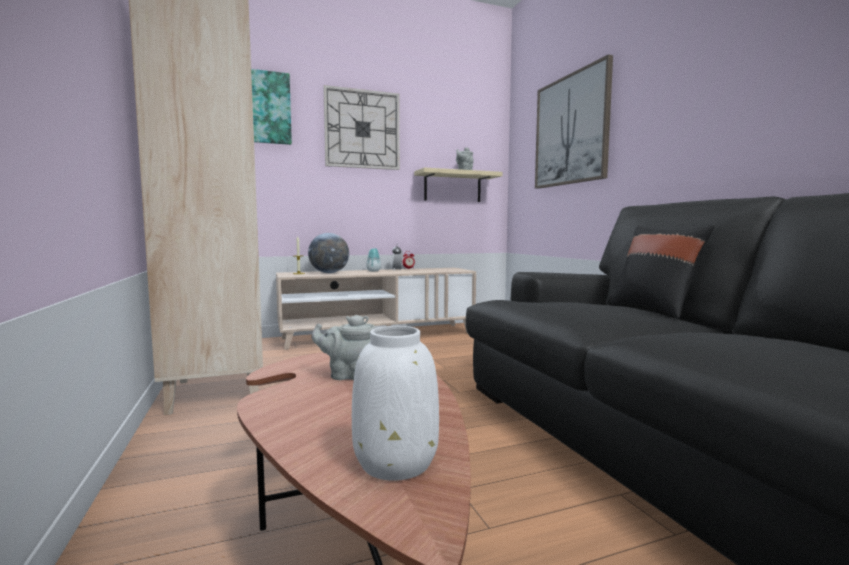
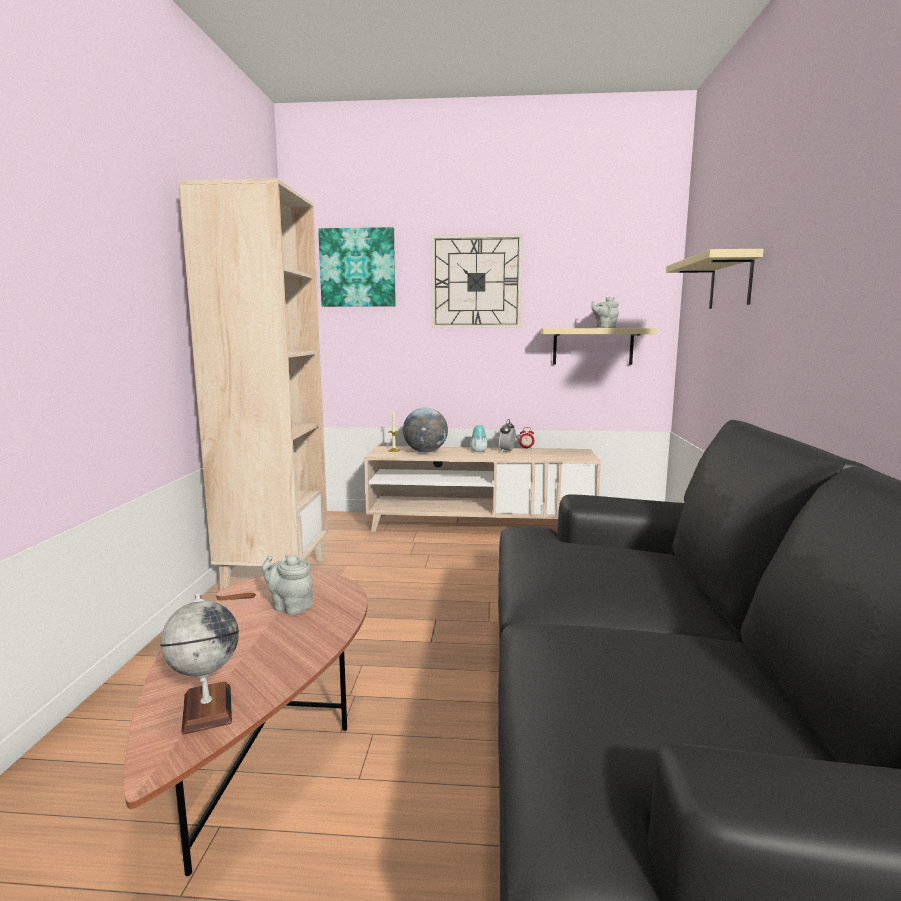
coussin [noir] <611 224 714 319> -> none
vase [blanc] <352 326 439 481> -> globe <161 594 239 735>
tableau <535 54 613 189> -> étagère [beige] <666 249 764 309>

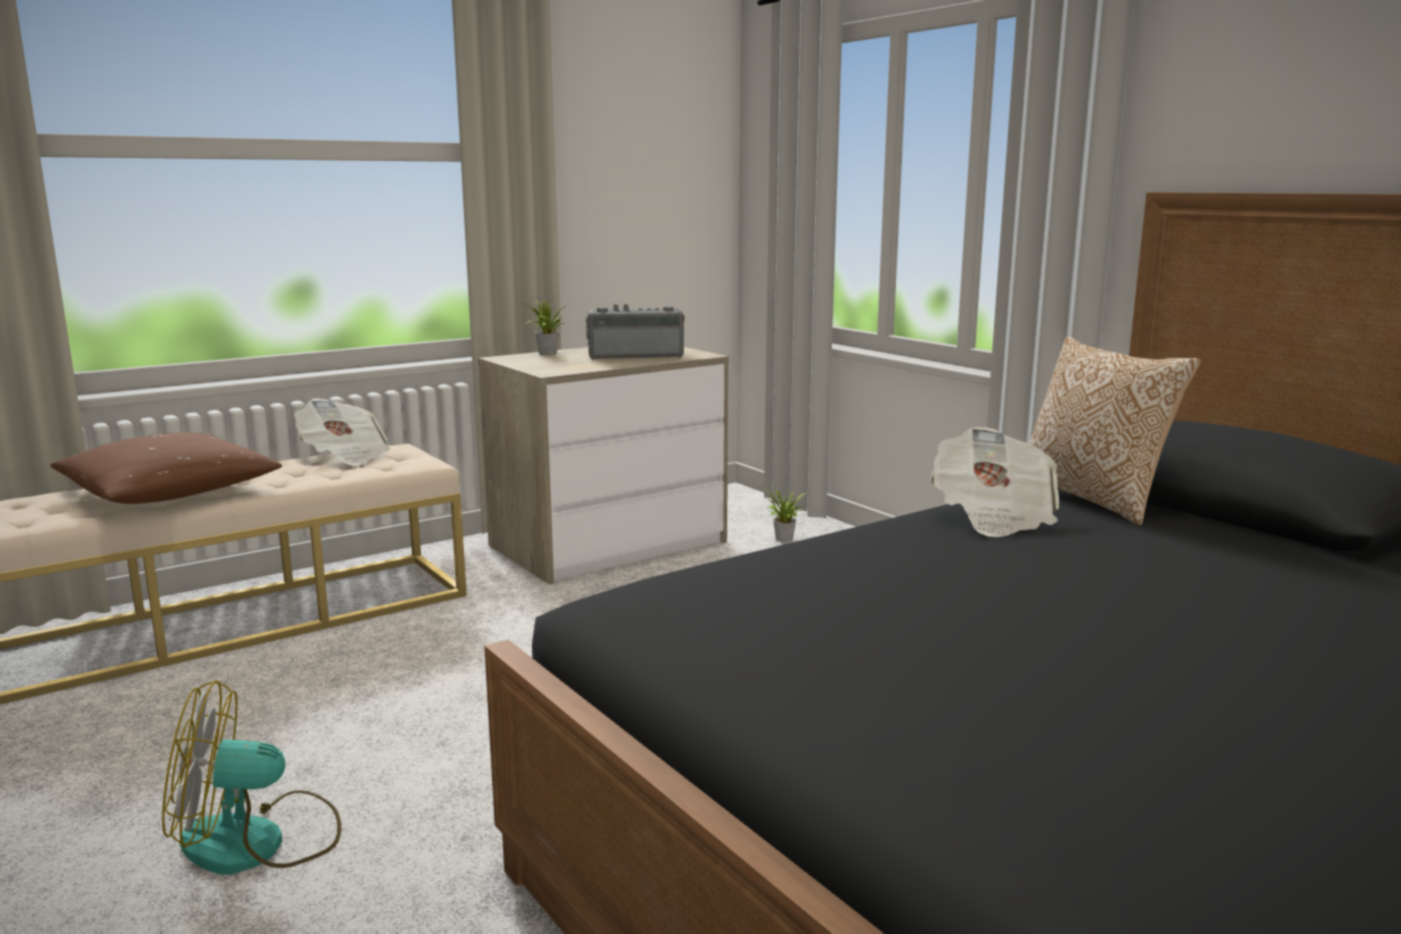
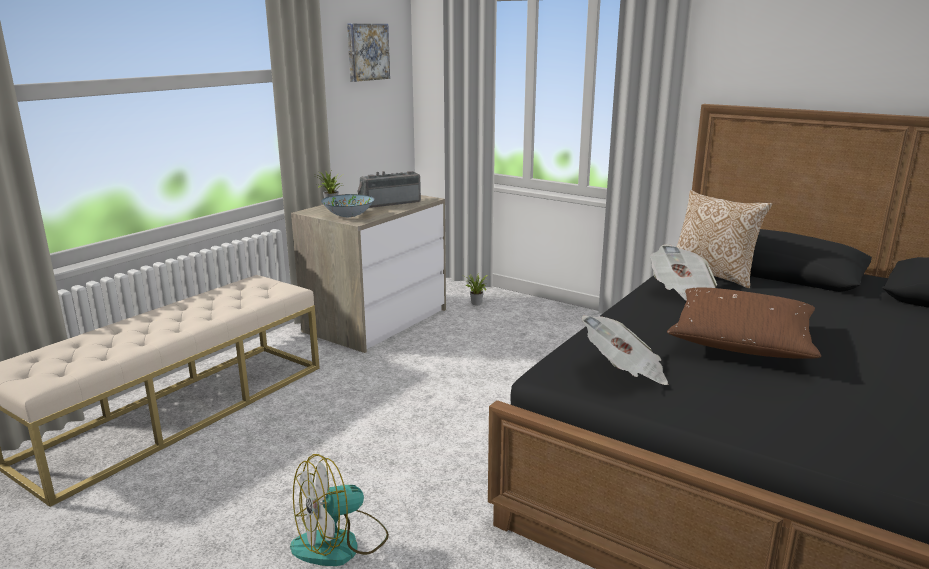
none -> bol <321 194 374 217>
none -> tableau <347 24 390 82>
coussin [marron] <50 432 282 504> -> coussin [marron] <667 287 821 359>, relocated
journal <294 399 390 466> -> journal <582 315 669 385>, relocated

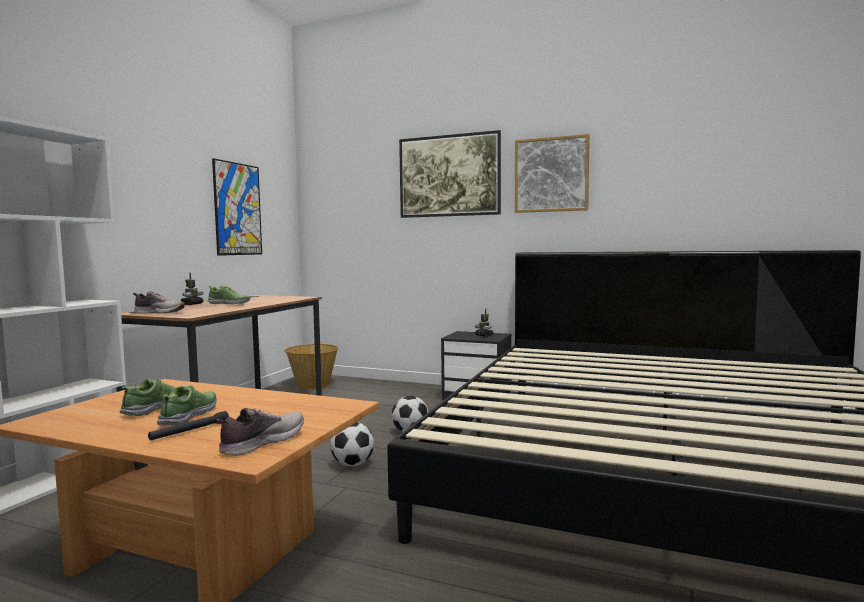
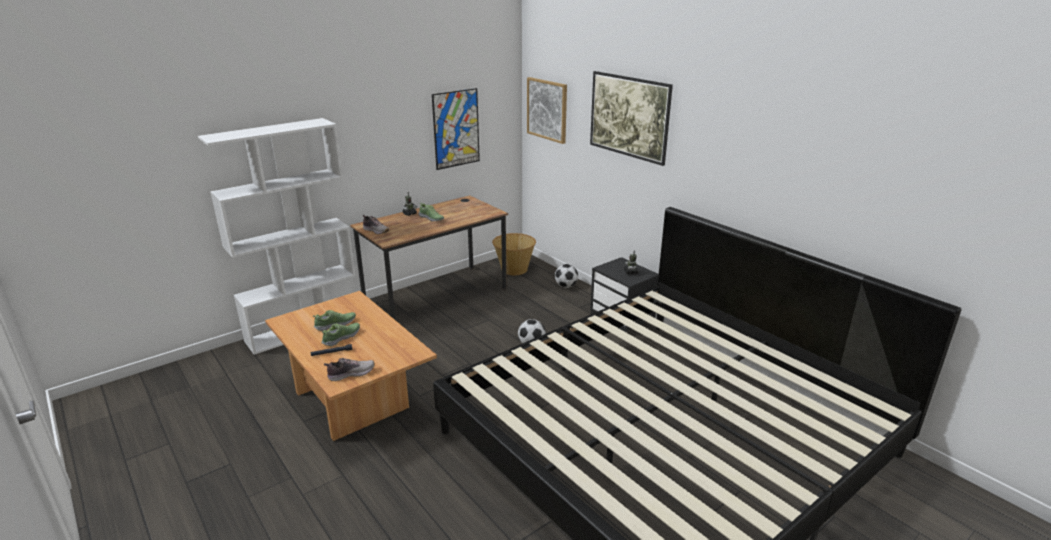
ballon de foot <330 422 374 466> -> ballon de foot <555 264 578 288>, relocated
tableau <515 134 590 213> -> tableau <527 77 567 144>, relocated

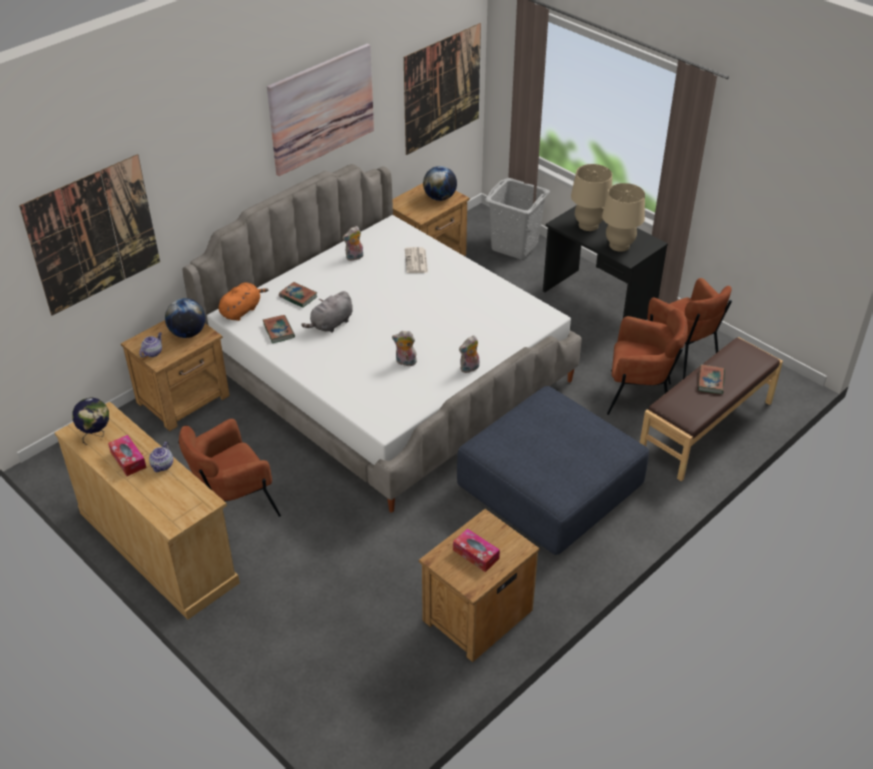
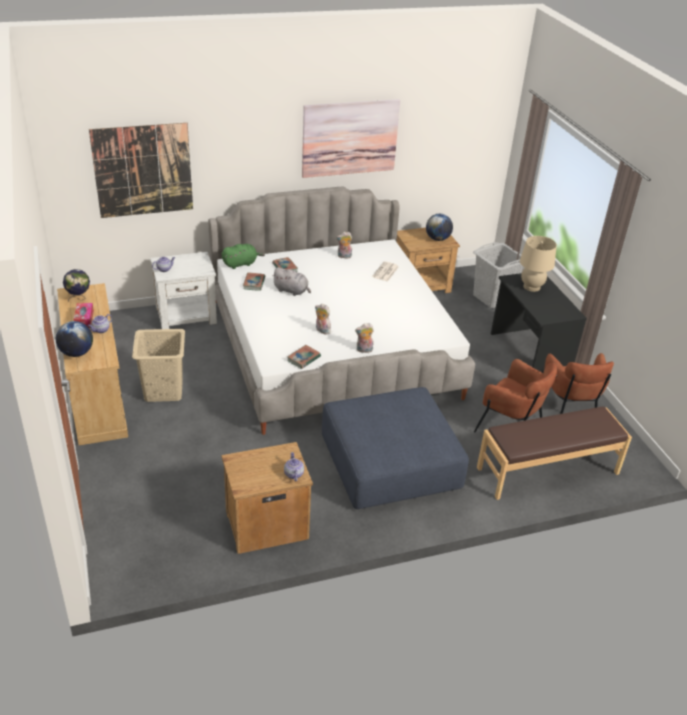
tableau <404 23 481 155> -> none
boîte à mouchoirs <453 528 500 572> -> none
lampe de table [beige] <602 183 645 252> -> none
none -> théière <284 452 304 481>
globe <165 298 205 338> -> globe <56 321 93 357>, relocated
livre <698 365 725 394> -> livre <287 345 321 369>, relocated
fauteuil [marron] <178 419 281 517> -> panier à linge [beige] <132 329 185 402>
table de chevet [marron] <121 320 230 431> -> table de chevet [blanc] <150 252 217 329>
peluche [orange] <218 282 268 321> -> peluche [vert] <222 244 265 269>
peluche [gris] <301 291 353 333> -> peluche [gris] <272 267 311 296>, 135 degrees counterclockwise

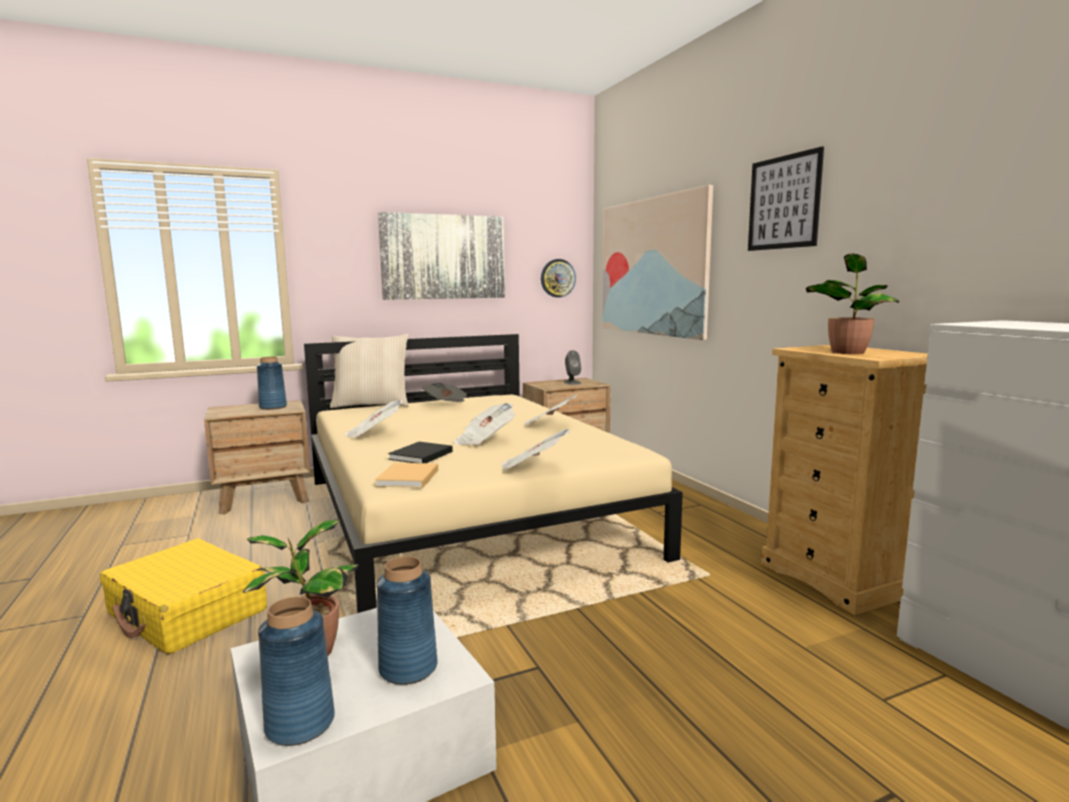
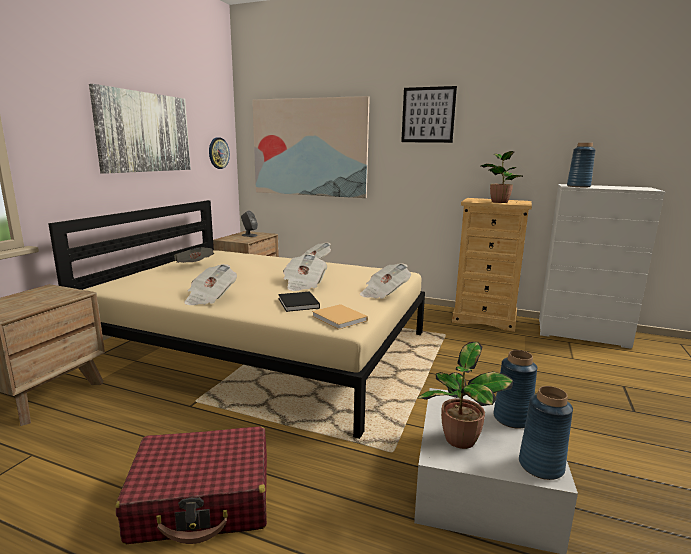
coussin [beige] <330 334 409 408> -> none
vase [bleu] <257 357 287 410> -> vase [bleu] <567 143 596 187>, relocated
valise [jaune] <100 539 267 654> -> valise [rouge] <115 426 267 544>

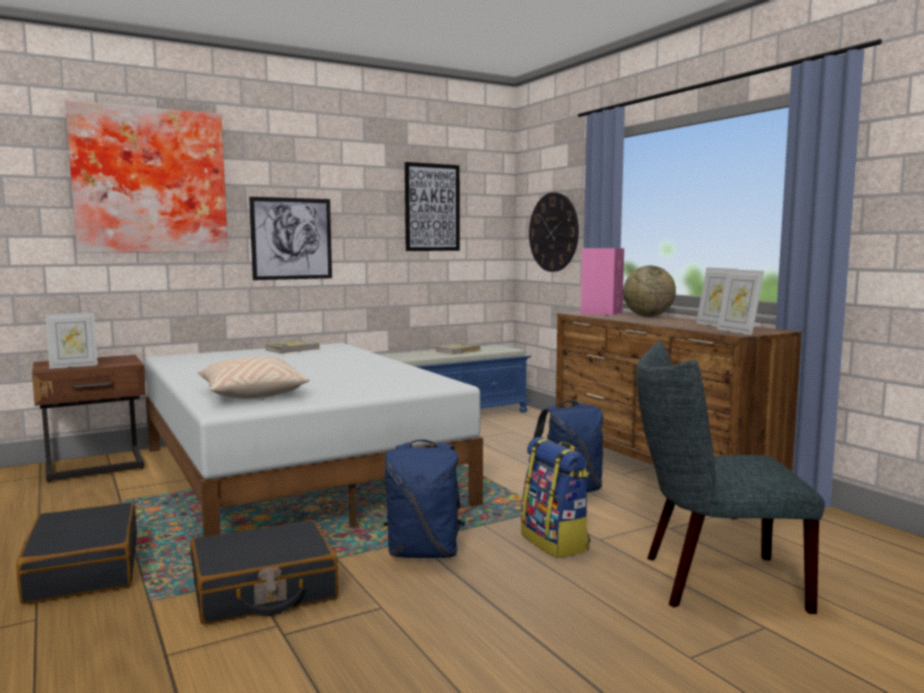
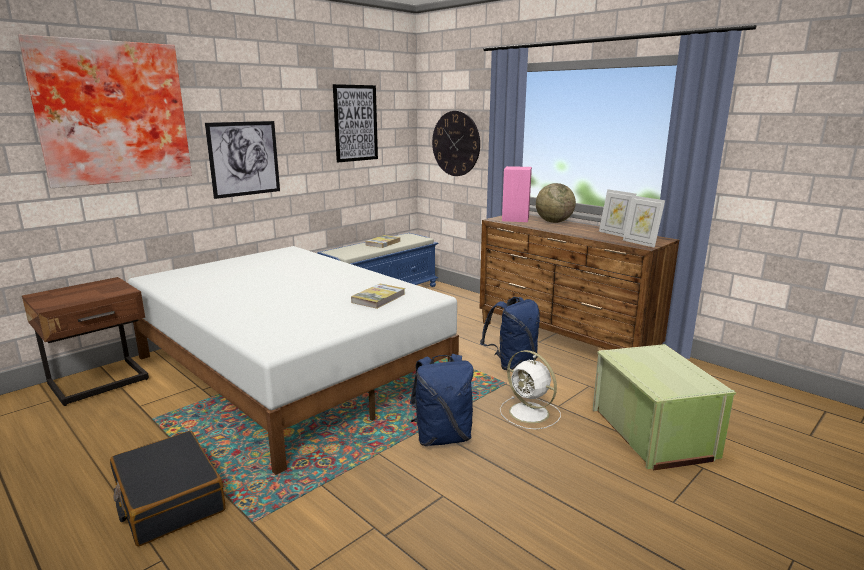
cadre photo <45 313 98 369> -> none
valise [noir] <190 520 338 624> -> none
coussin [beige] <198 357 310 399> -> none
livre <265 340 320 354> -> livre <351 284 405 309>, relocated
sac à dos <521 437 590 558> -> ventilateur [blanc] <500 350 561 430>
chaise [gris] <636 341 825 614> -> boîte de rangement [vert] <593 344 736 471>

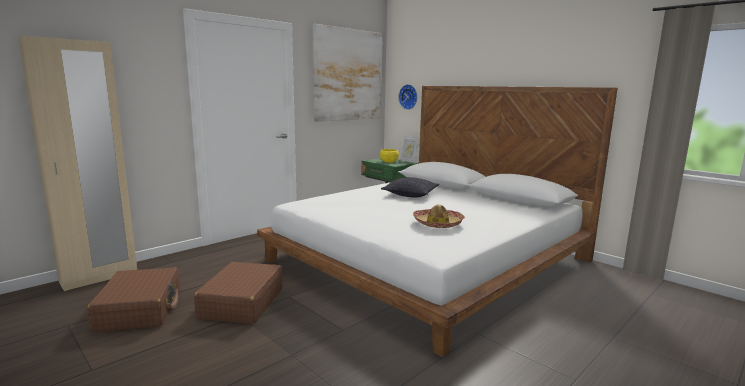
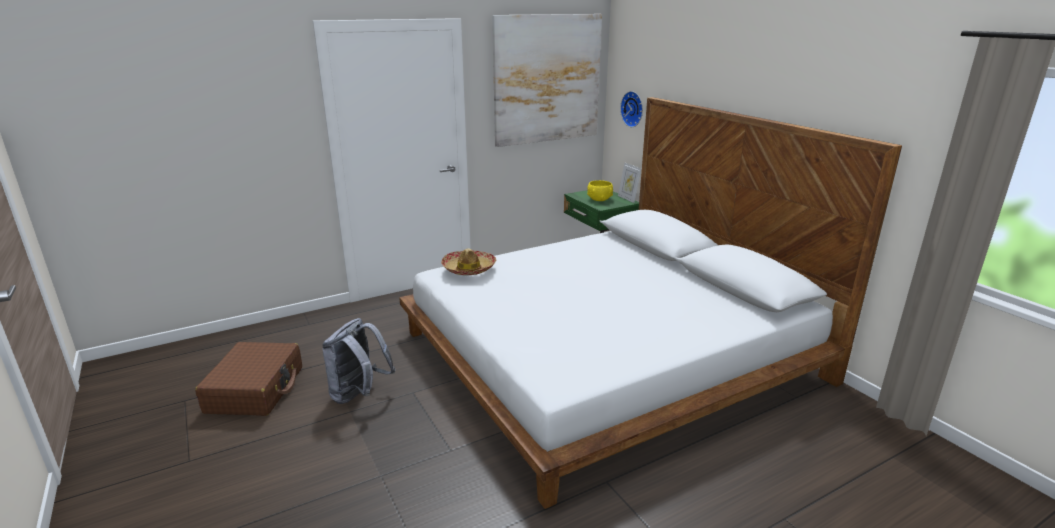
armoire [beige] <18 36 137 291> -> none
coussin <381 177 439 198> -> none
chapeau <413 204 465 228> -> chapeau <441 249 496 275>, relocated
valise [marron] <194 262 283 324> -> sac à dos [gris] <322 318 396 404>

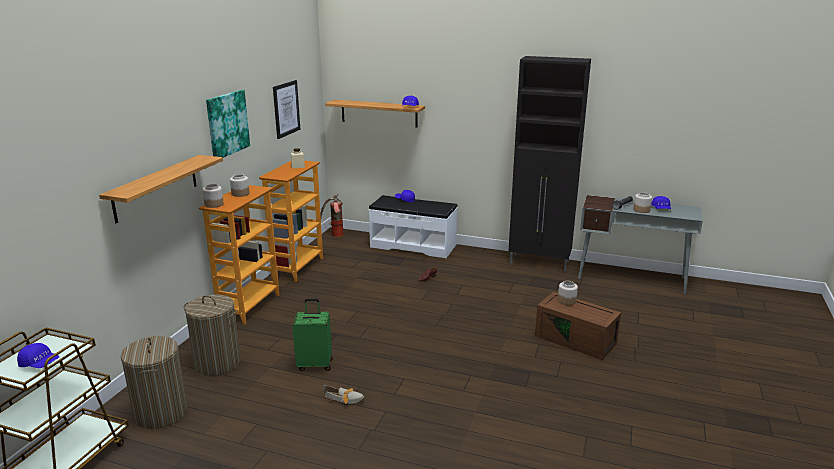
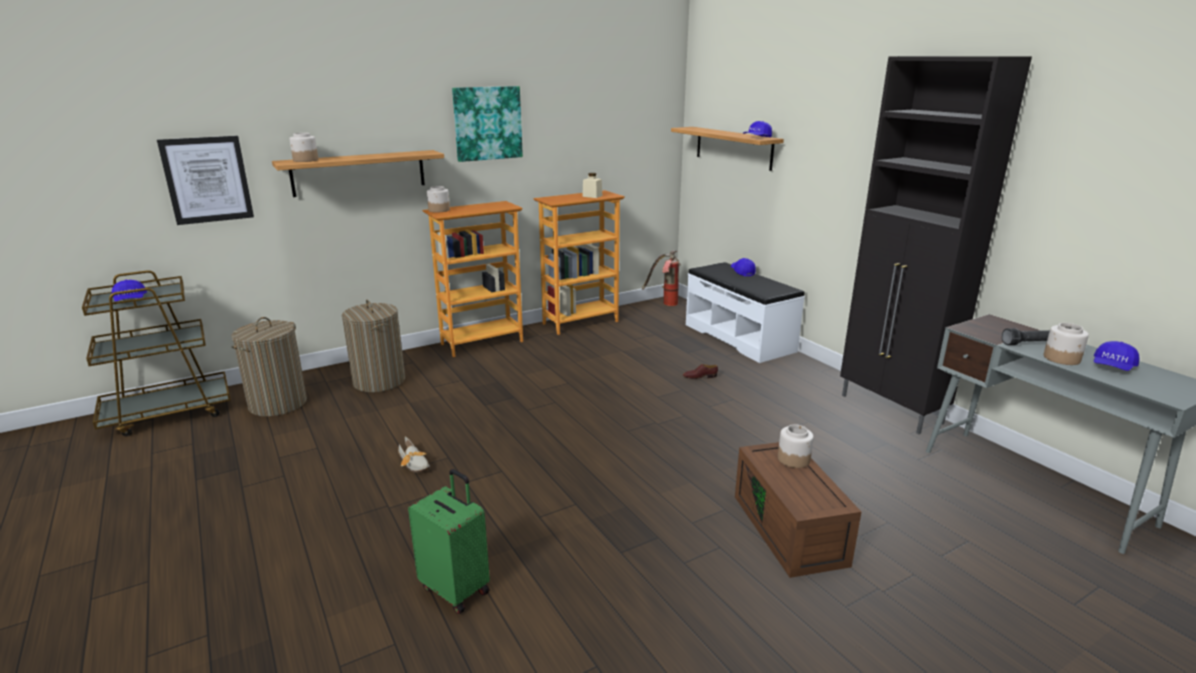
bocal <230 174 250 197> -> bocal <289 133 318 162>, relocated
tableau <273 80 300 139> -> tableau <157 136 254 225>, relocated
valise [vert] <292 298 333 371> -> valise [vert] <408 469 490 614>, relocated

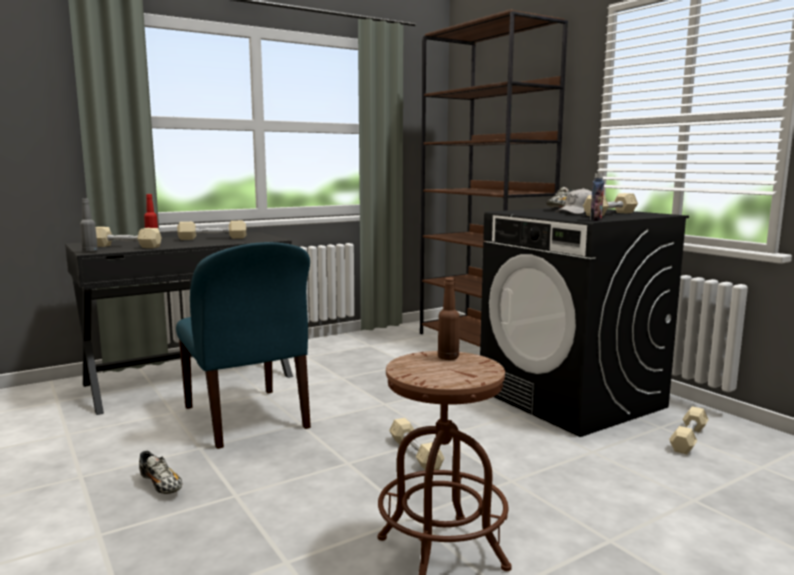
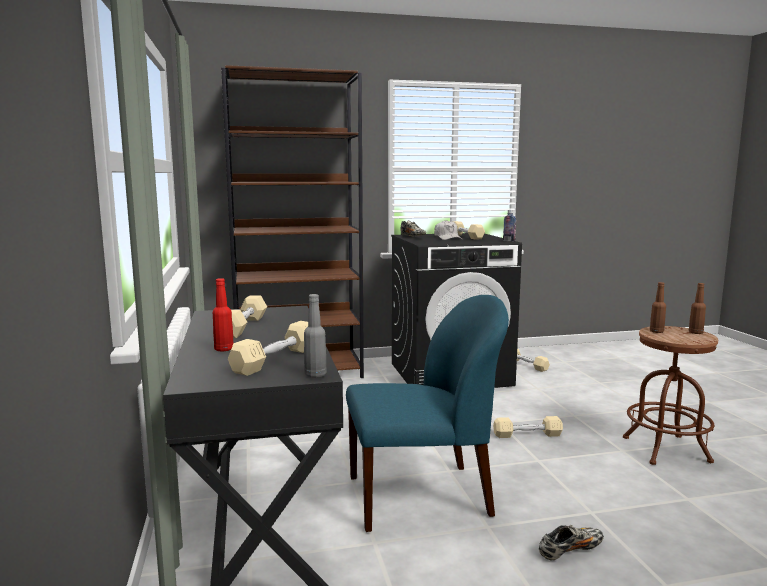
none -> bouteille [marron] <689 283 706 334>

